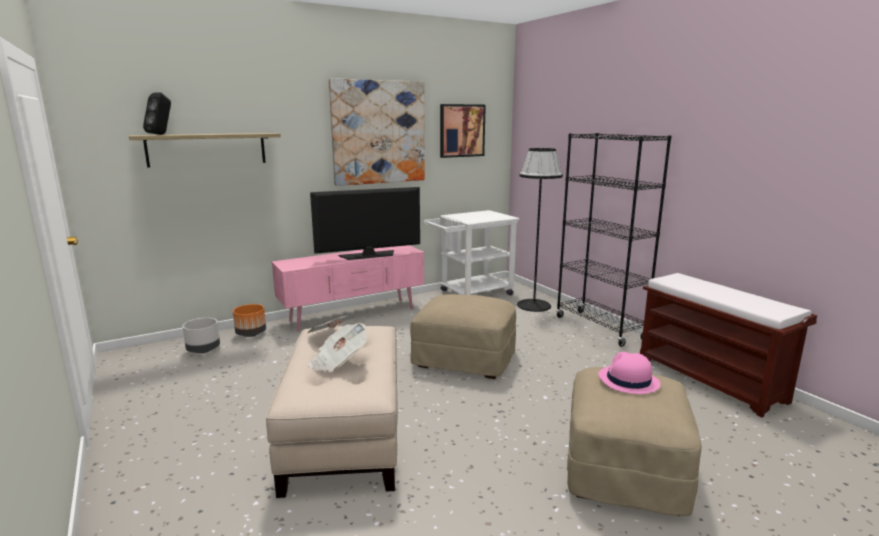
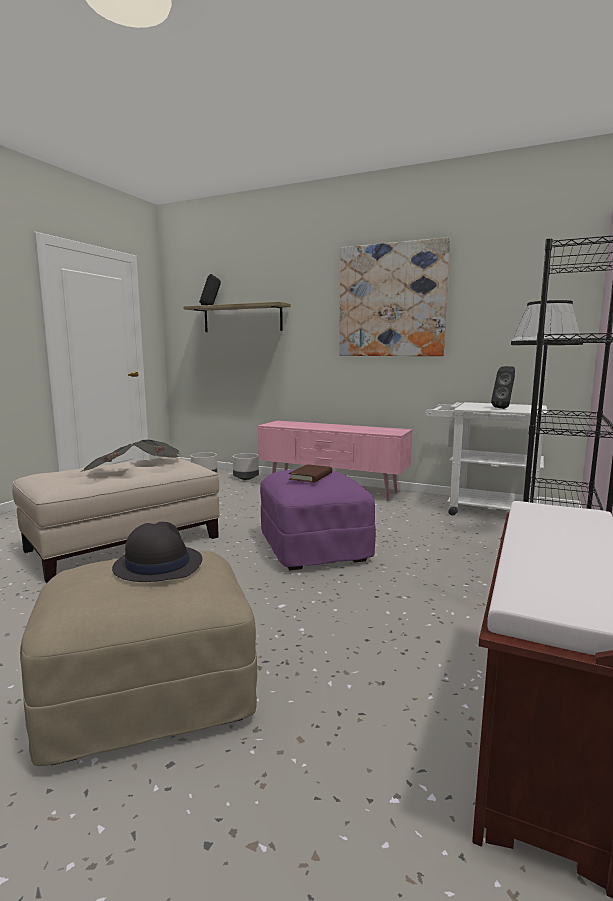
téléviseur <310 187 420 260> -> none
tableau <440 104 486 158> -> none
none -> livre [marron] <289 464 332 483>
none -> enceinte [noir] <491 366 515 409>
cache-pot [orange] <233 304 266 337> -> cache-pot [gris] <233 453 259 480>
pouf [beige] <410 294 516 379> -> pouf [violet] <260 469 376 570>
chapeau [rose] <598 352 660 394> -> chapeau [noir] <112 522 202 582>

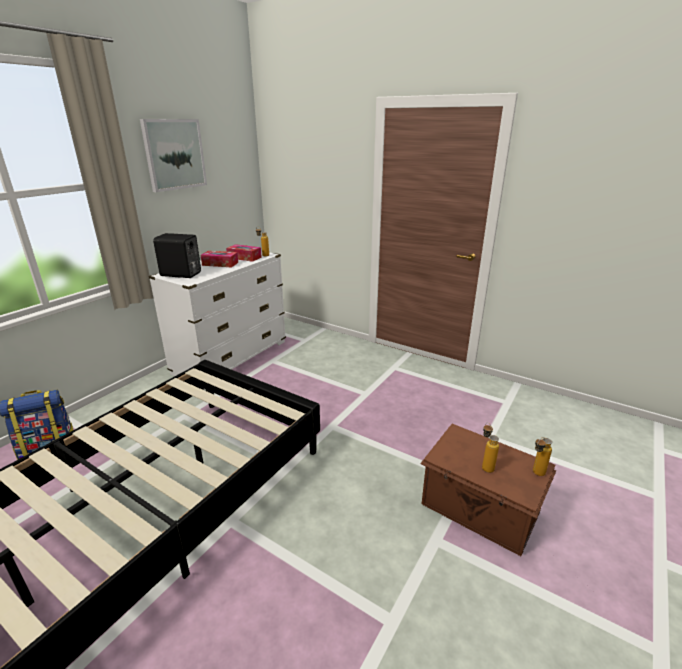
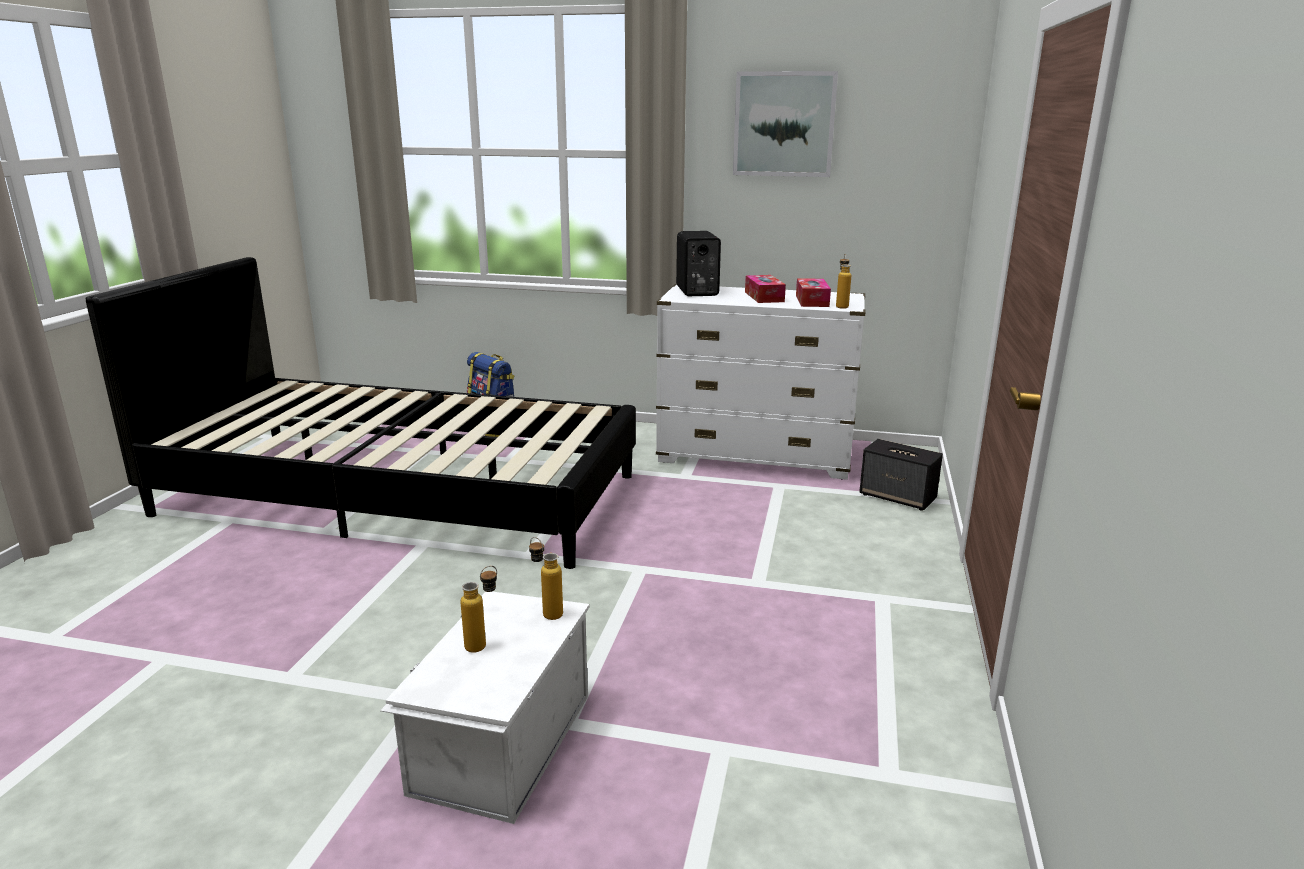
none -> enceinte <859 439 943 511>
bouteille <533 437 552 476> -> bouteille <529 537 563 620>, relocated
boîte de rangement [marron] <420 424 556 556> -> boîte de rangement [blanc] <380 591 590 824>

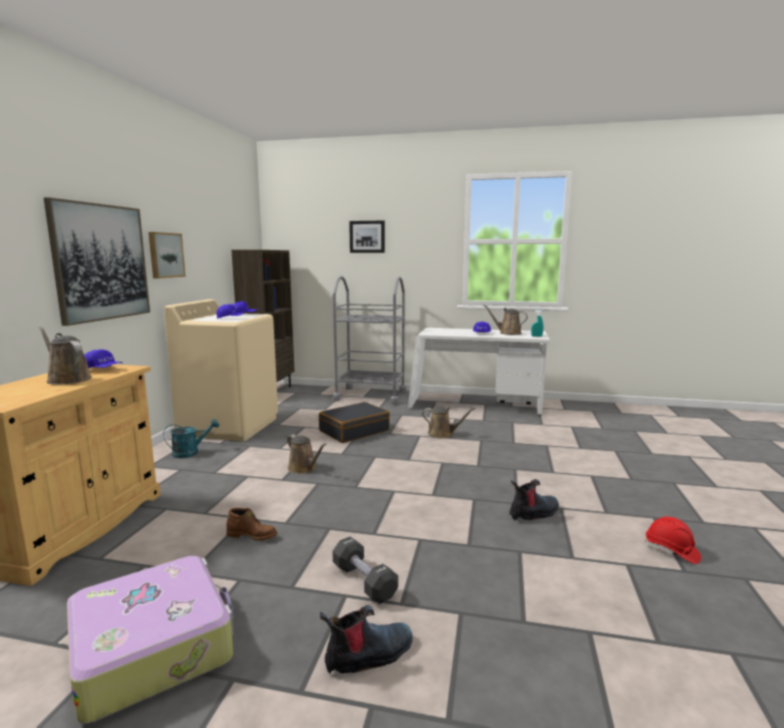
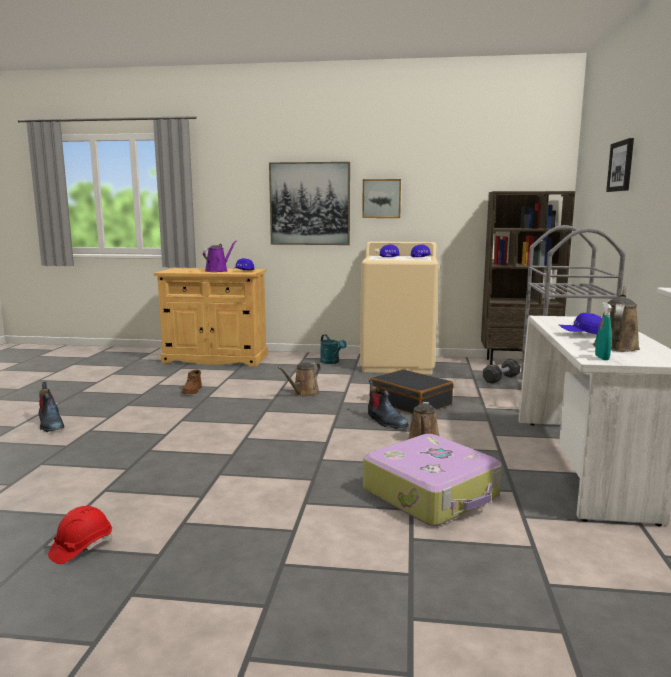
valise <67 556 234 724> -> valise <363 434 502 526>, relocated
haltère [noir] <333 537 398 604> -> haltère [noir] <483 359 520 384>, relocated
botte <509 479 559 521> -> botte <368 380 409 429>, relocated
arrosoir [marron] <39 326 92 385> -> arrosoir [violet] <203 241 237 272>

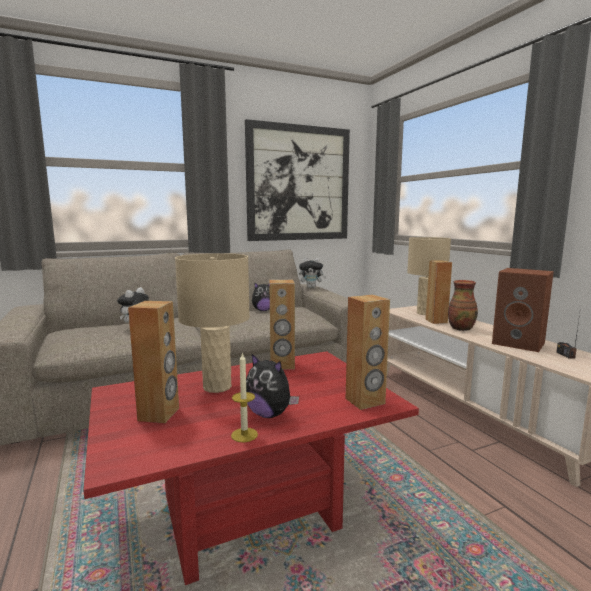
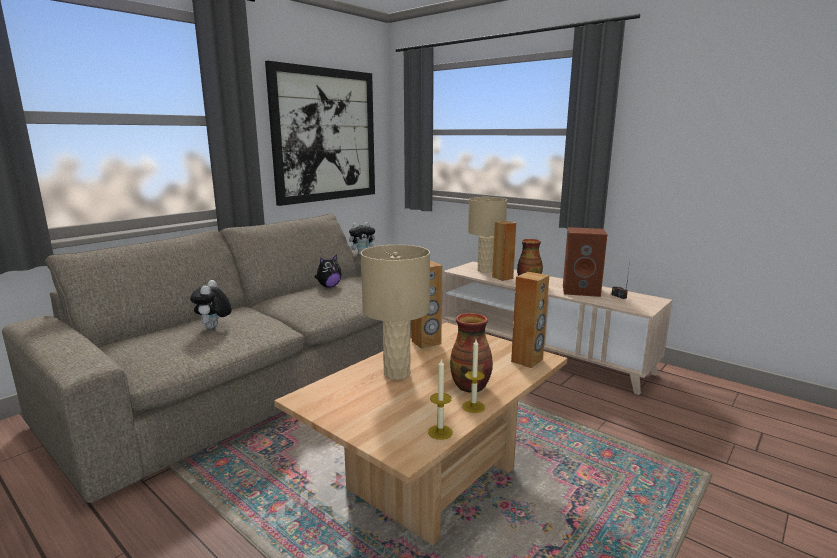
enceinte [marron] <128 301 179 423> -> none
none -> bougie <428 358 453 440>
peluche <246 353 299 418> -> vase <450 313 493 393>
table basse [rouge] <84 351 419 585> -> table basse [beige] <274 323 567 545>

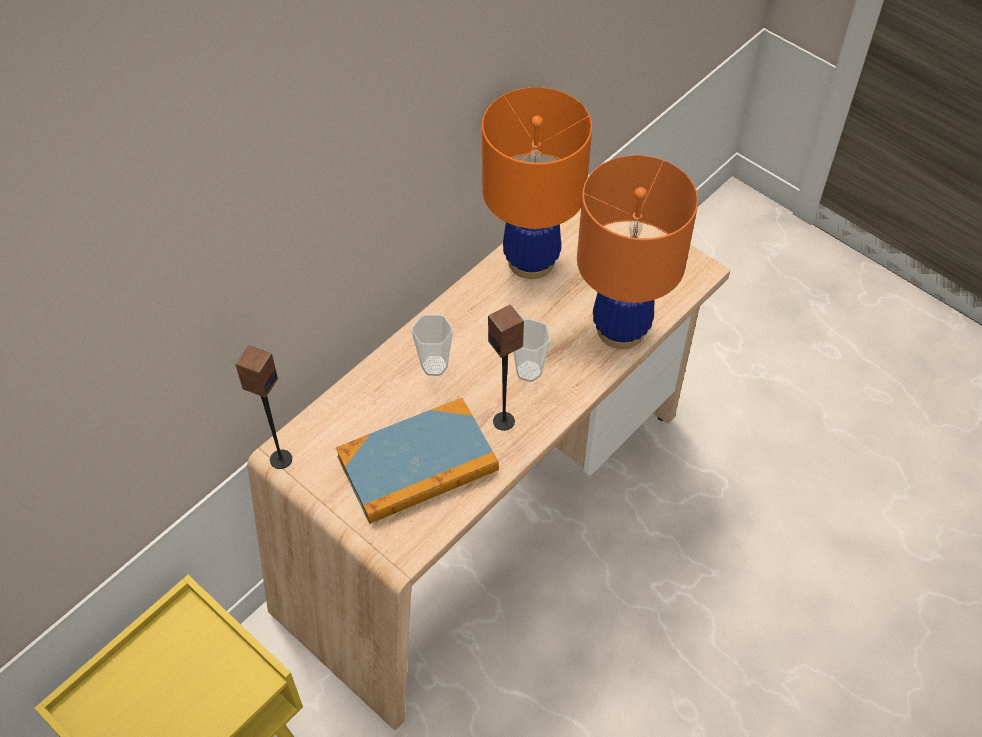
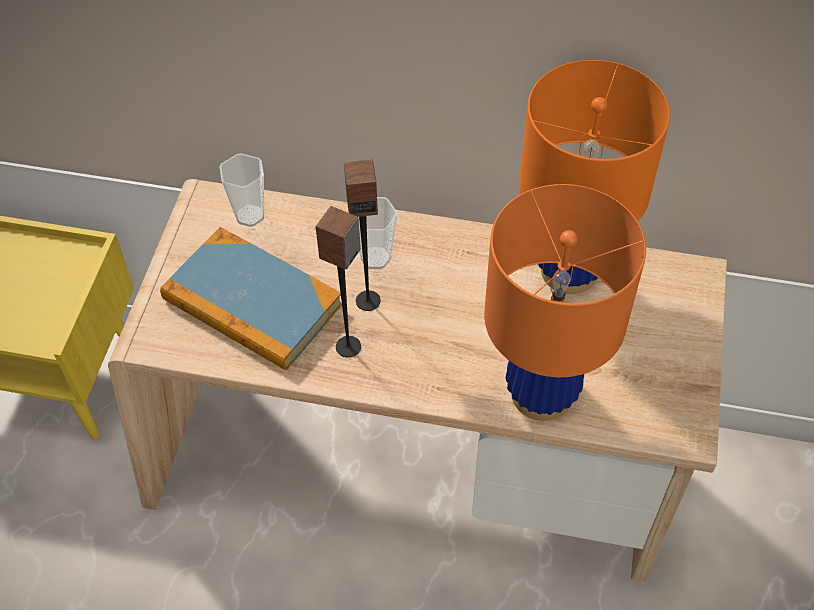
enceinte <235 345 292 469> -> enceinte <344 159 381 311>, relocated
tasse <513 318 551 382> -> tasse <219 153 264 227>, relocated

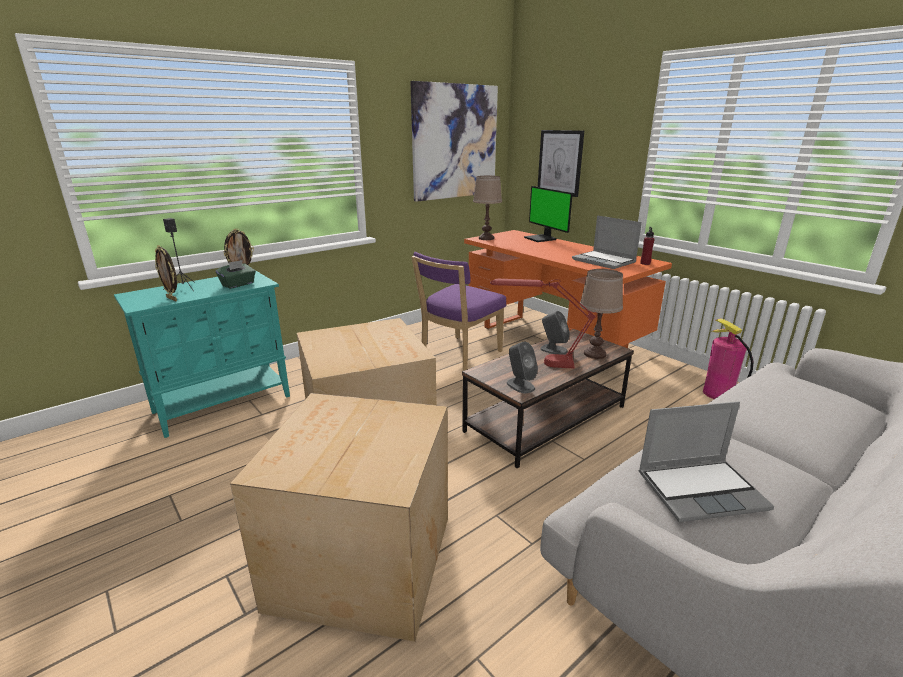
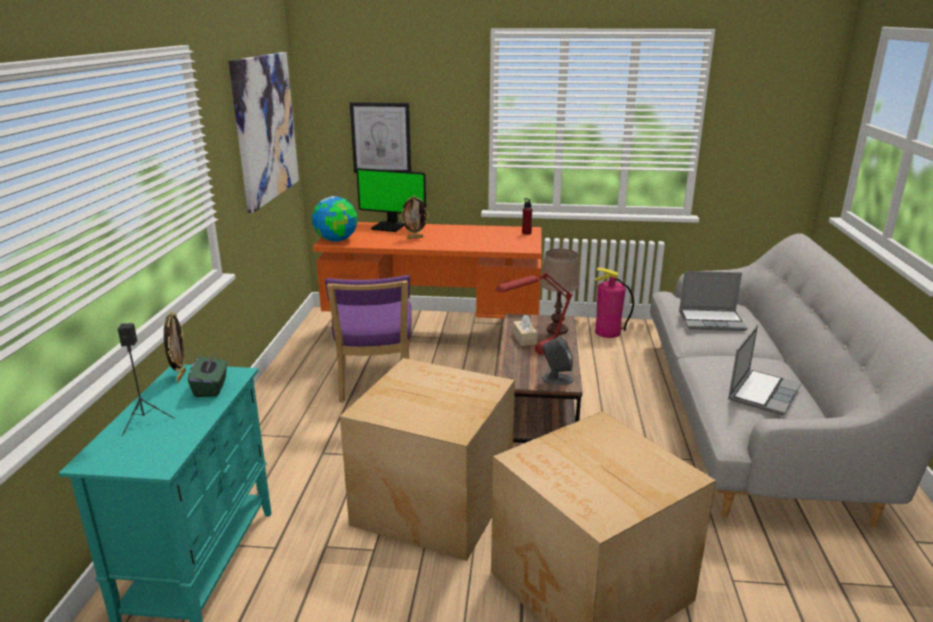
cadre photo <155 245 177 301> -> cadre photo <400 196 429 239>, relocated
ordinateur portable <572 215 642 269> -> ordinateur portable <679 271 747 331>, relocated
lampe de table [marron] <473 176 502 240> -> globe <312 196 358 242>
enceinte [gris] <540 311 570 355> -> boîte à mouchoirs [beige] <513 315 537 346>

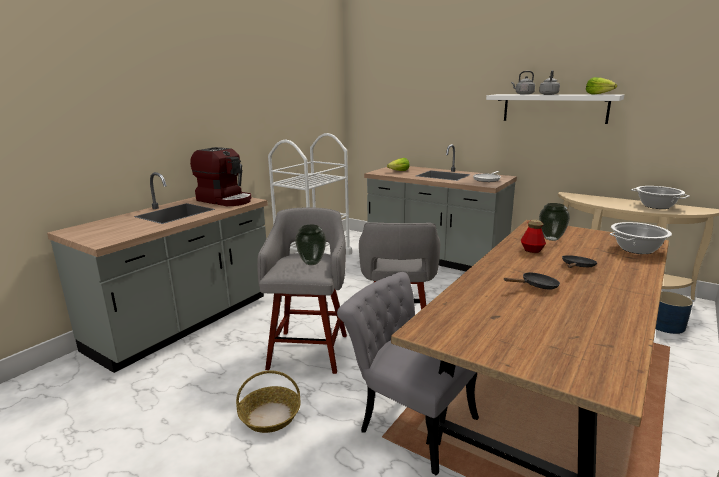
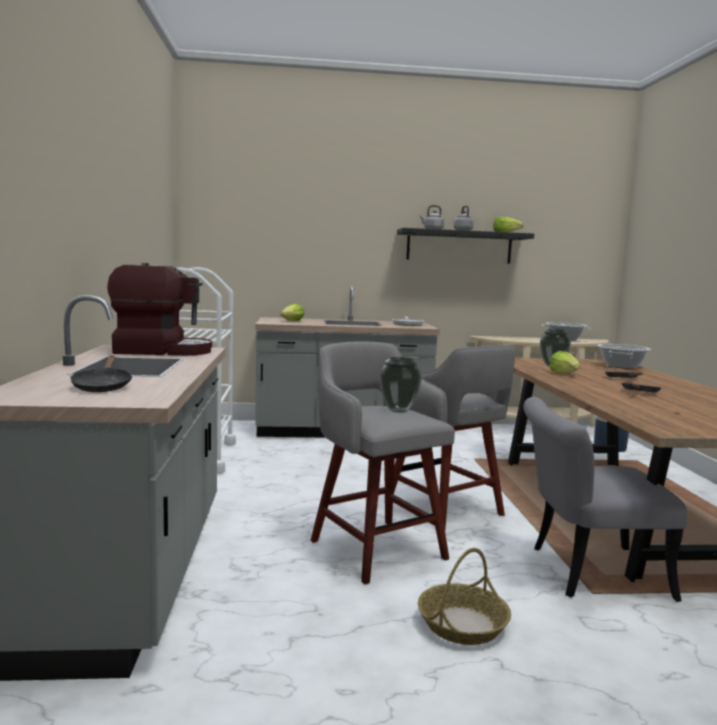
none -> poêle [noir] <70 356 132 392>
bouteille <521 220 546 253> -> laitue <549 351 580 373>
étagère [blanc] <486 94 624 124> -> étagère [noir] <397 228 534 264>

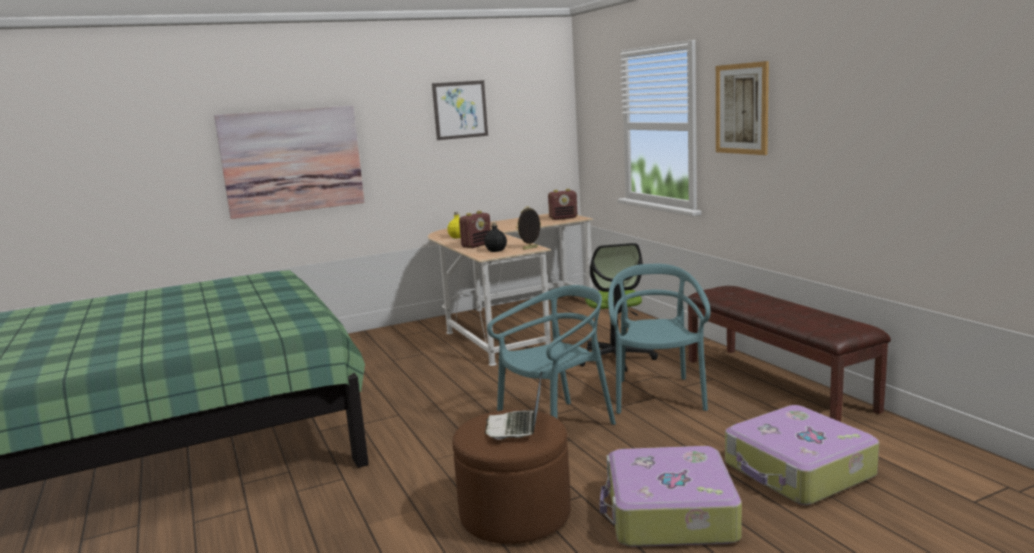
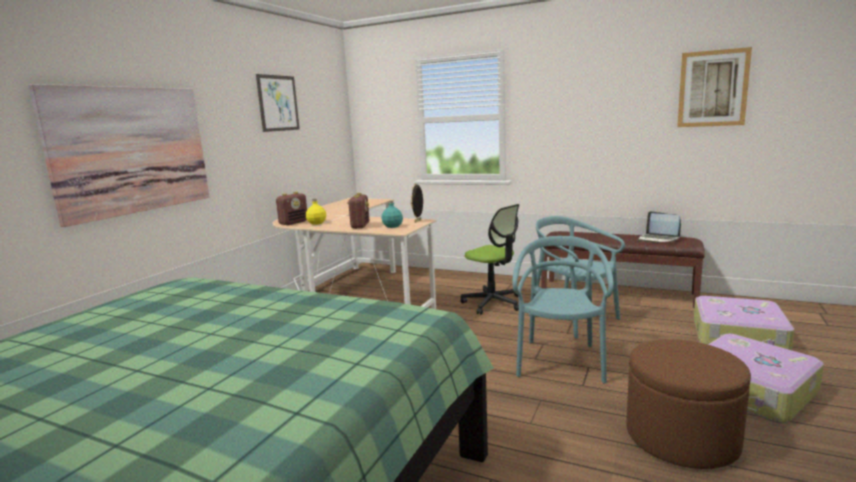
ordinateur portable <485 371 542 439> -> ordinateur portable <638 211 681 243>, relocated
radio <548 189 577 220> -> radio <276 192 307 225>, relocated
tableau <716 61 769 155> -> tableau <677 47 752 127>, relocated
bouteille [noir] <484 222 507 252> -> bouteille [turquoise] <382 200 403 228>

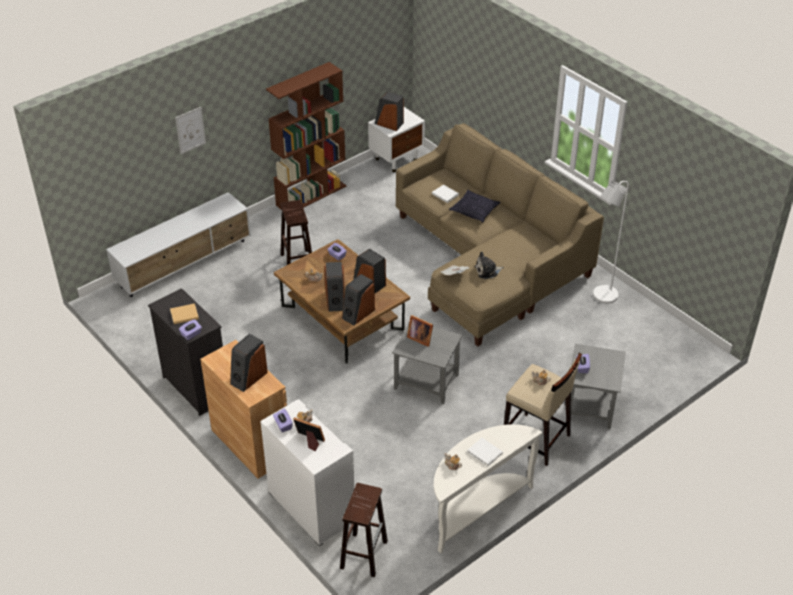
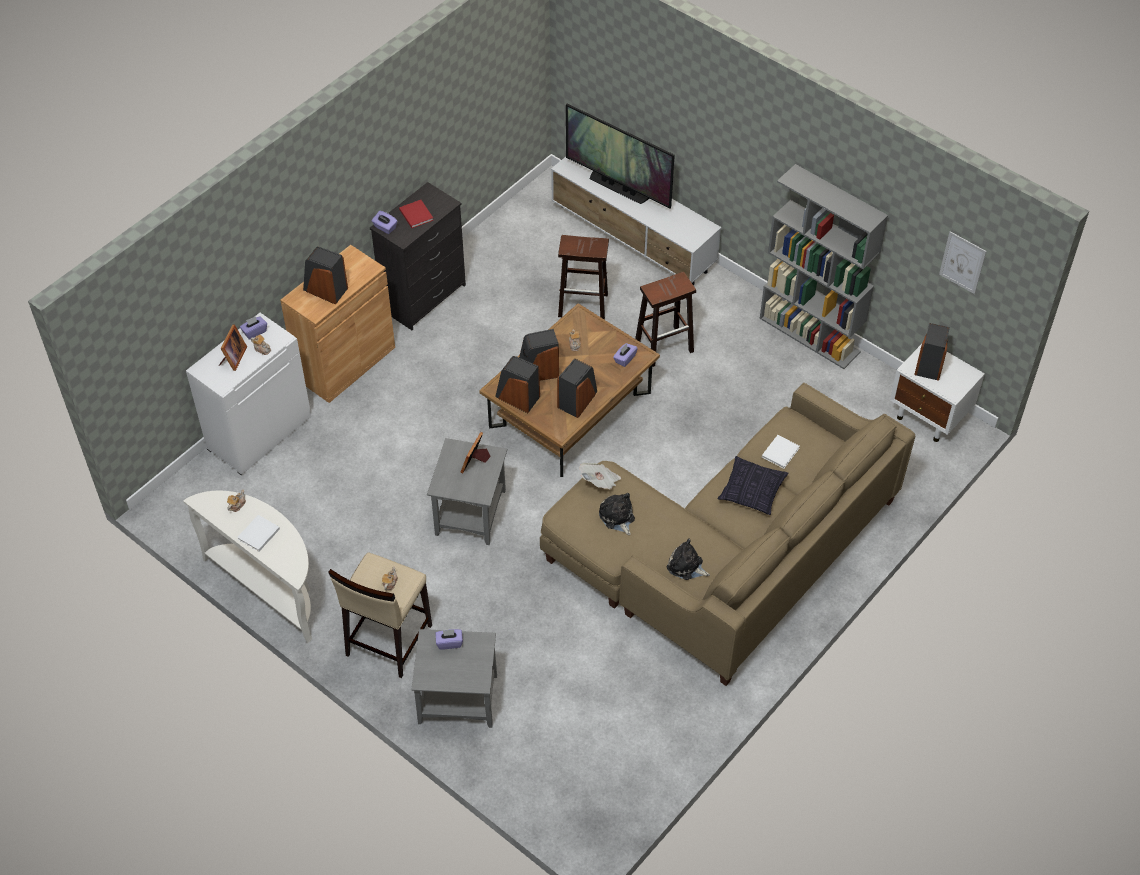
lampadaire [blanc] <593 180 629 303> -> none
none -> téléviseur <566 104 675 208>
none -> peluche <667 538 710 580>
tableau <175 107 206 154> -> tableau <939 231 986 294>, relocated
tabouret [marron] <340 483 388 577> -> tabouret [marron] <558 235 609 320>, relocated
livre [beige] <170 303 199 324> -> livre [rouge] <399 200 433 228>
bibliothèque [marron] <266 62 346 210> -> bibliothèque [gris] <760 164 888 369>

